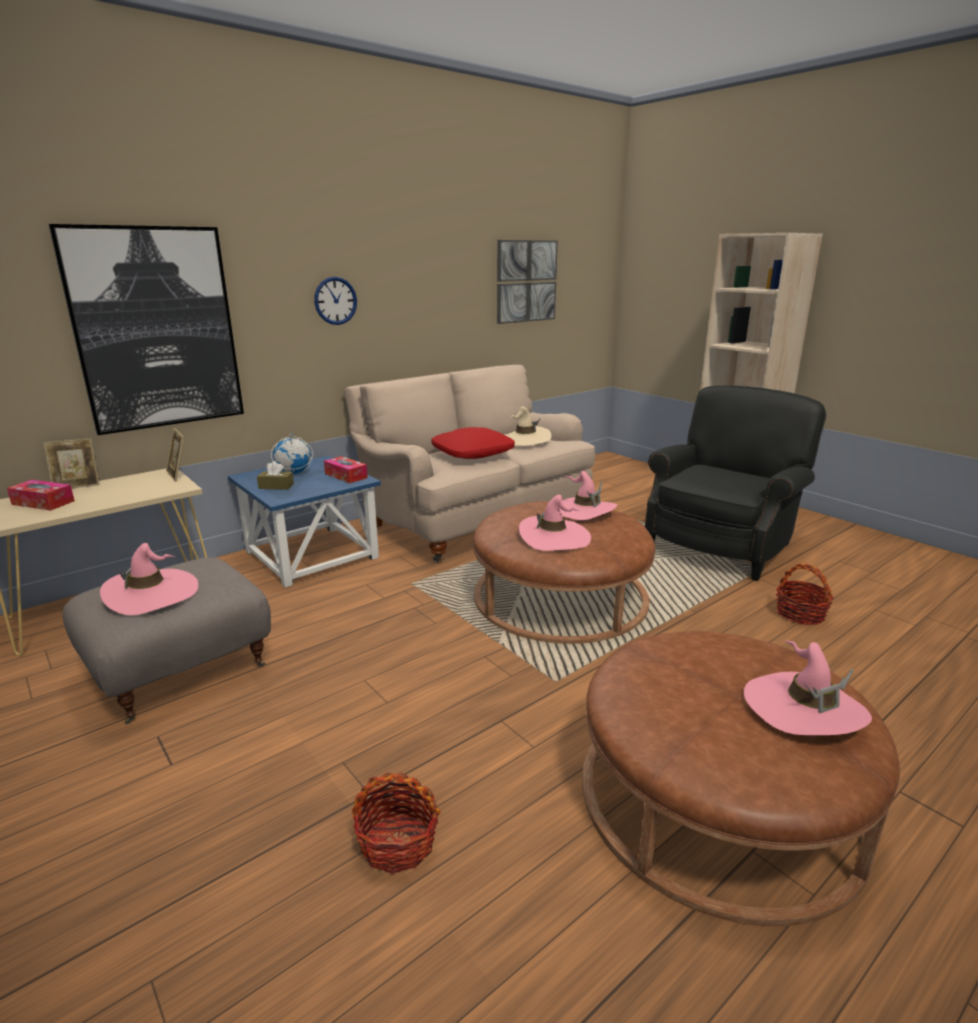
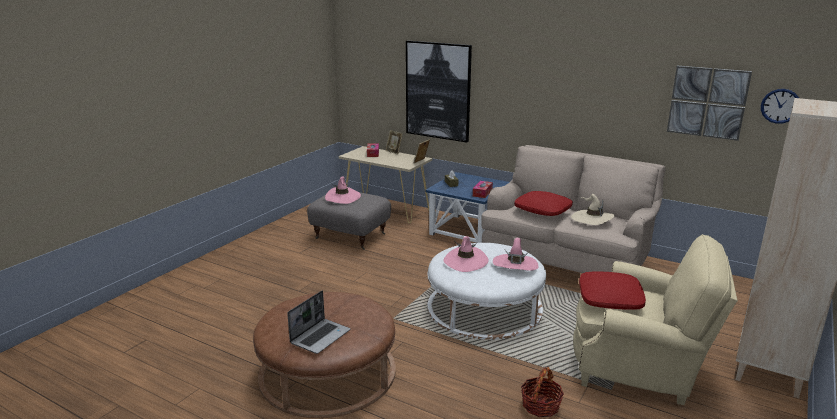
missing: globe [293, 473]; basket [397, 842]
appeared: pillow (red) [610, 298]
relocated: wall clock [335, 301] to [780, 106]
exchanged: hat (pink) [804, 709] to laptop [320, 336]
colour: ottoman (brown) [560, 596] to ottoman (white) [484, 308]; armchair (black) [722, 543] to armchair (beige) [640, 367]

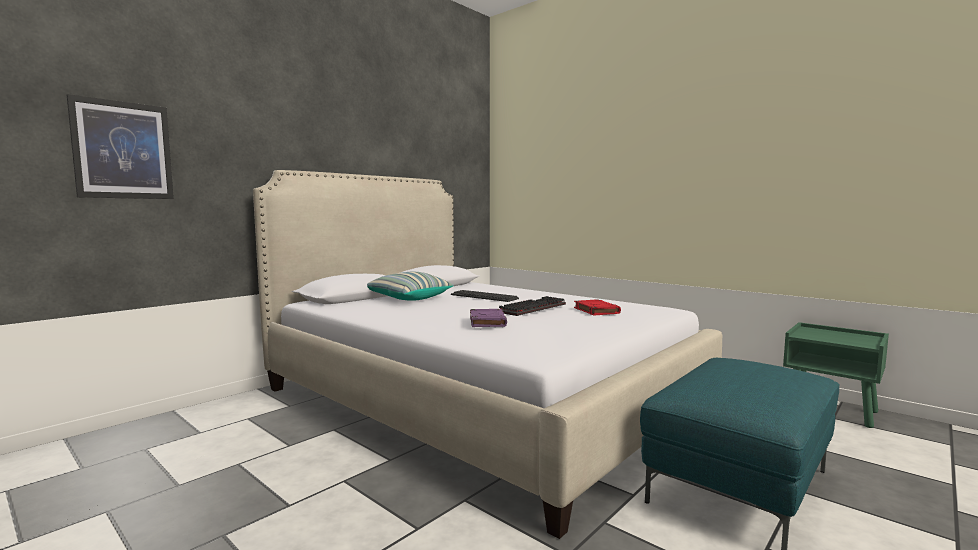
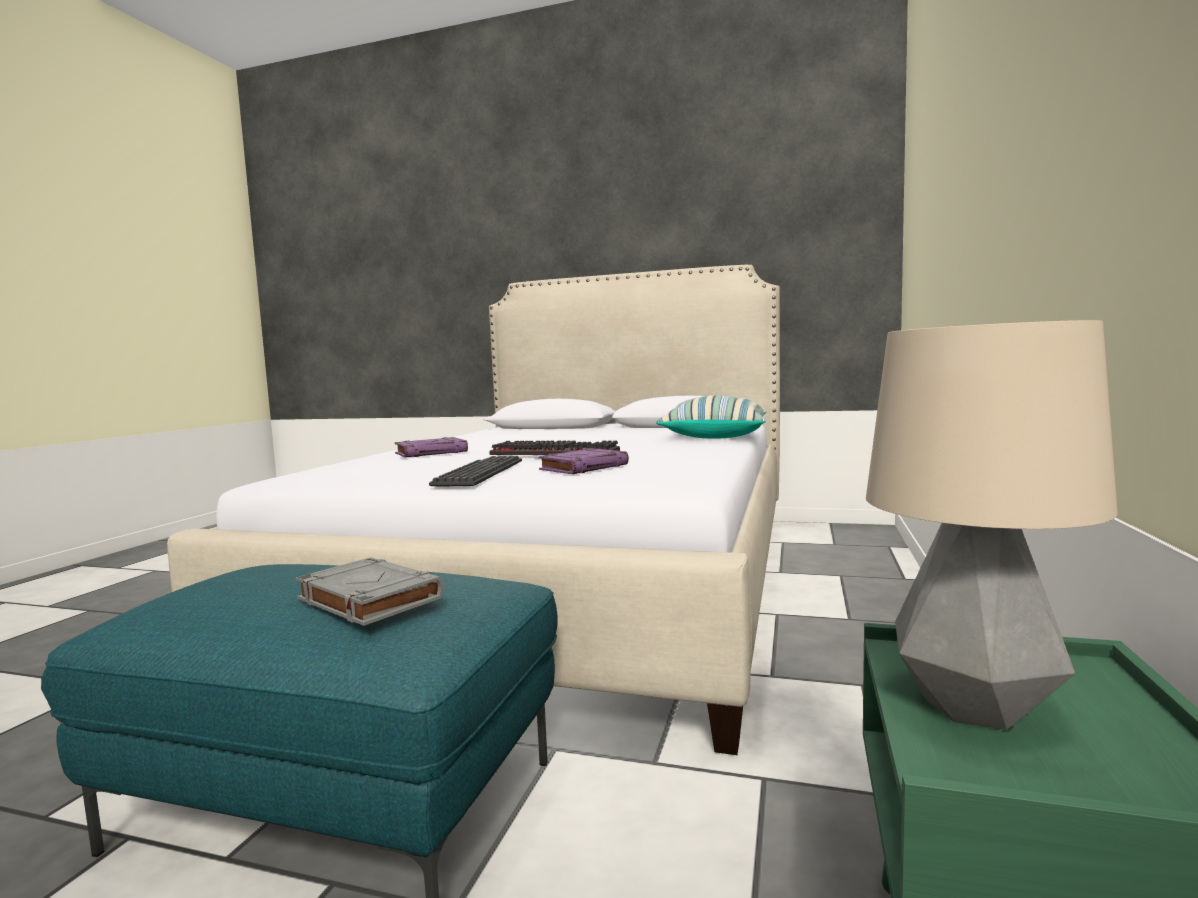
missing: picture [123, 150]
appeared: book (grey) [368, 599]; table lamp [975, 706]
relocated: pillow [408, 298] to [714, 436]; keyboard [484, 297] to [480, 473]
colour: book (red) [596, 311] to book (purple) [584, 467]

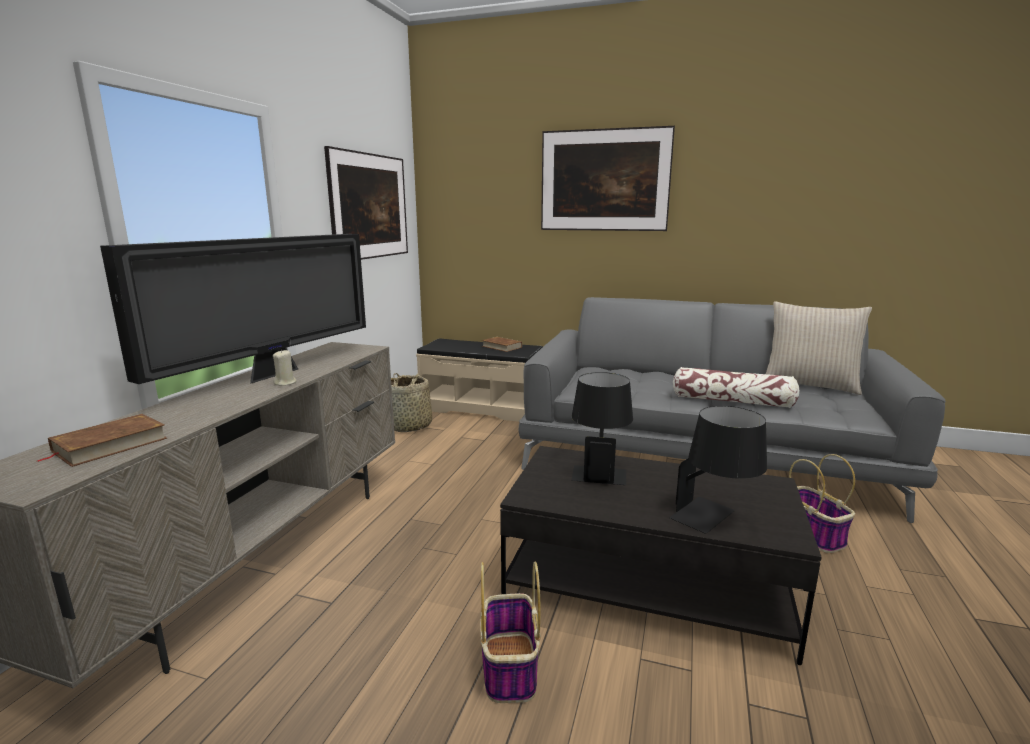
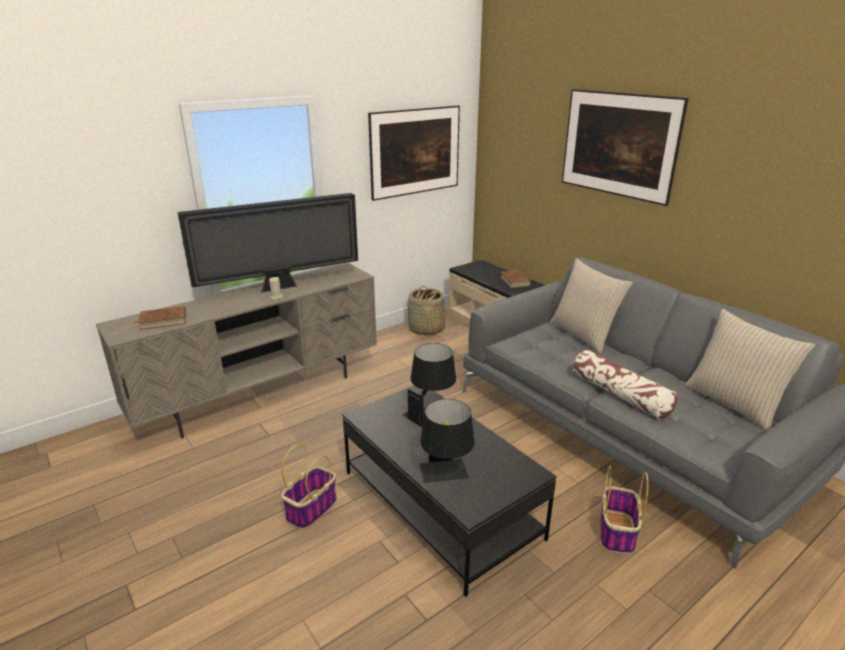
appeared: pillow (beige) [583, 335]

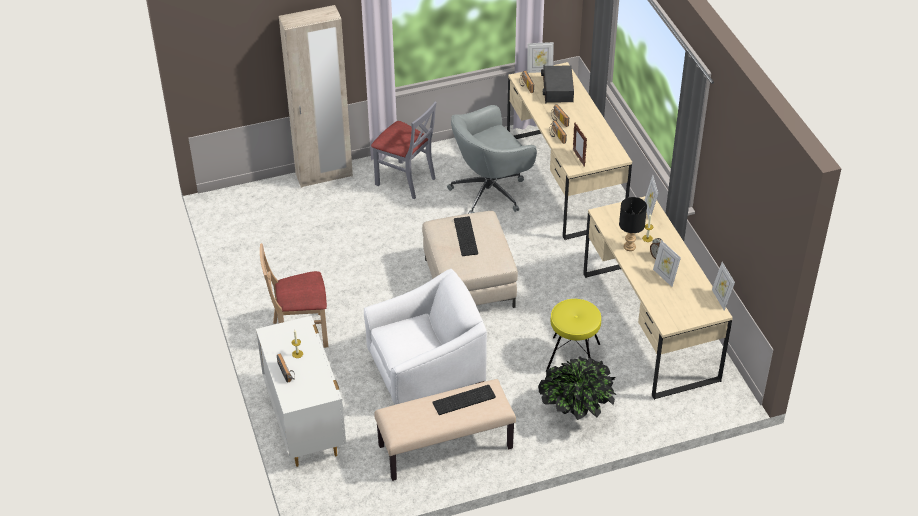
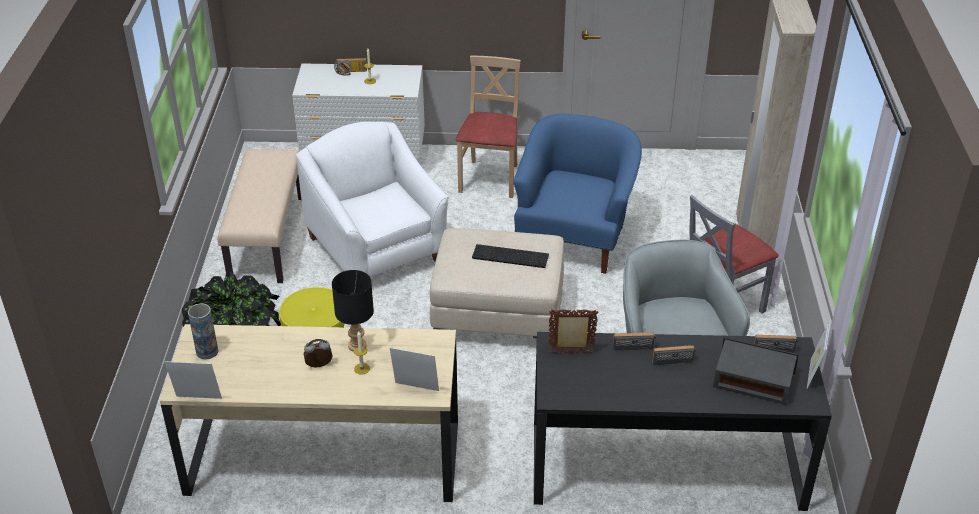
missing: keyboard [464, 401]; picture frame [665, 277]
appeared: vase [207, 351]; armchair (blue) [574, 239]
colour: desk (beige) [564, 180] to desk (black) [666, 466]
spun: armchair (white) [426, 372] = [377, 249] 150 degrees clockwise

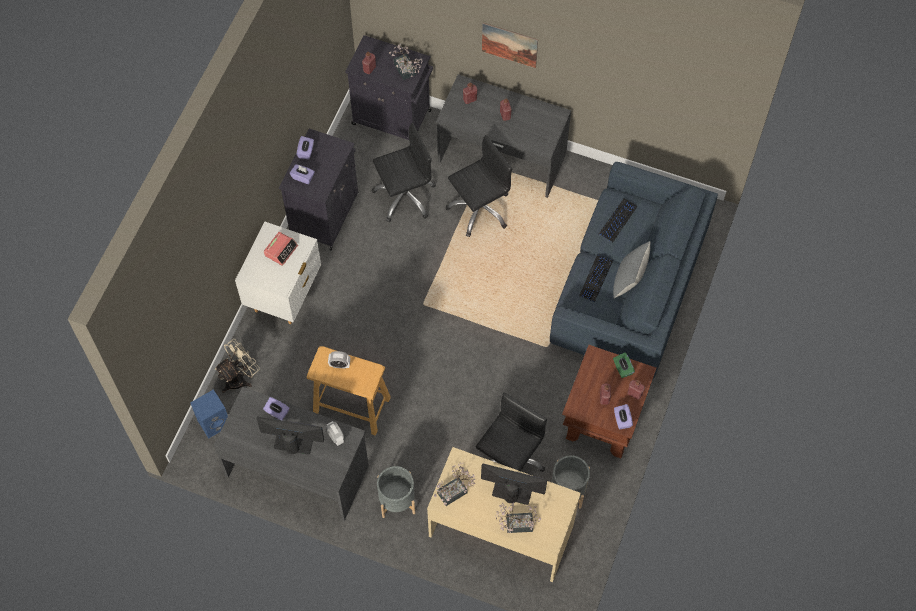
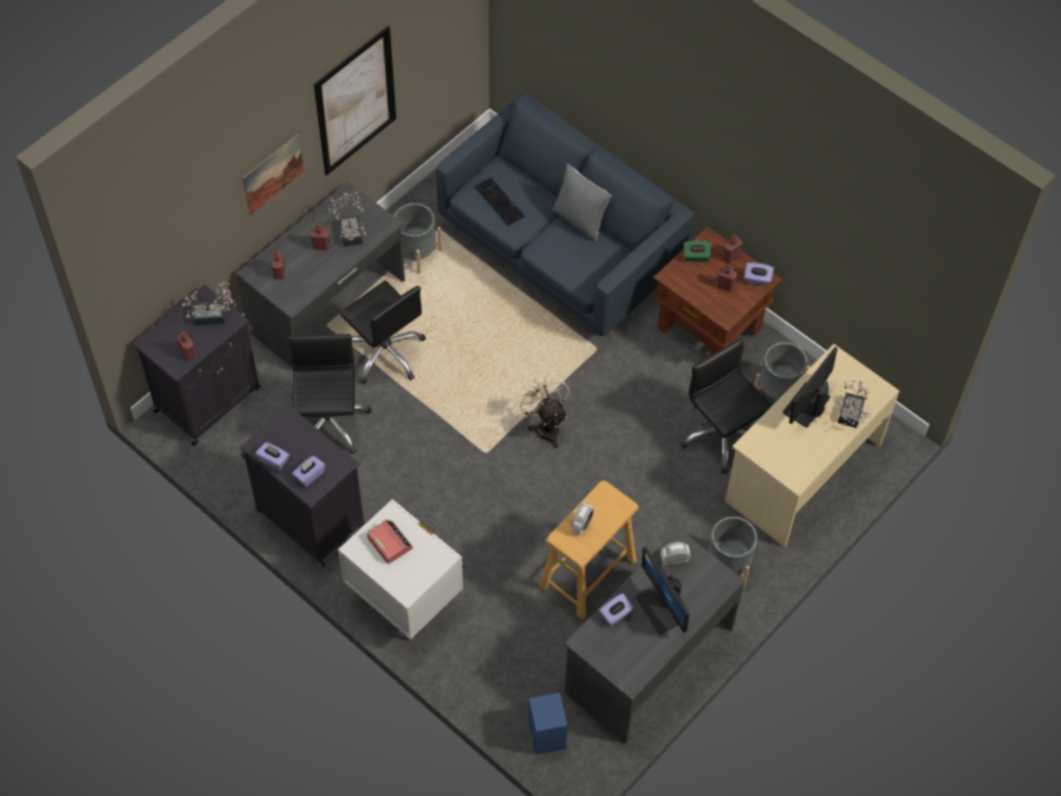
missing: keyboard [596, 279]
appeared: picture [356, 101]; planter (grey) [416, 253]
relocated: fan (beige) [239, 378] to [546, 426]; potted plant [455, 491] to [350, 230]
spun: monitor [293, 441] = [661, 608] 60 degrees counterclockwise; office chair (black) [479, 209] = [385, 352] 150 degrees clockwise

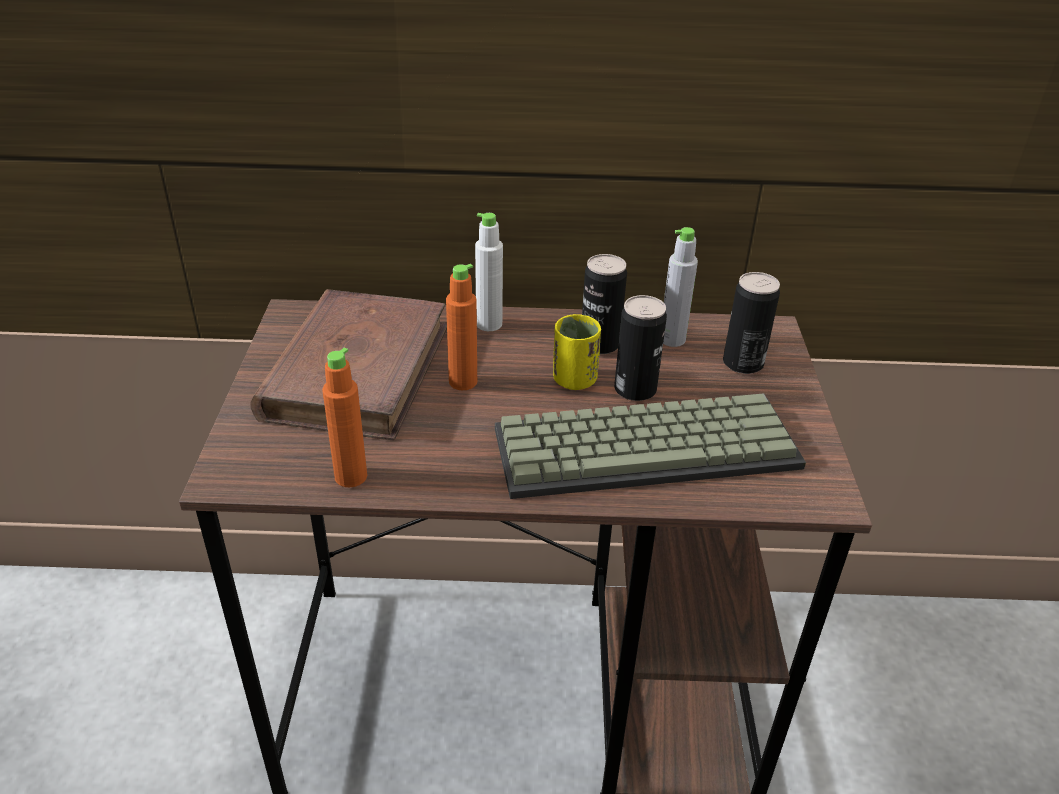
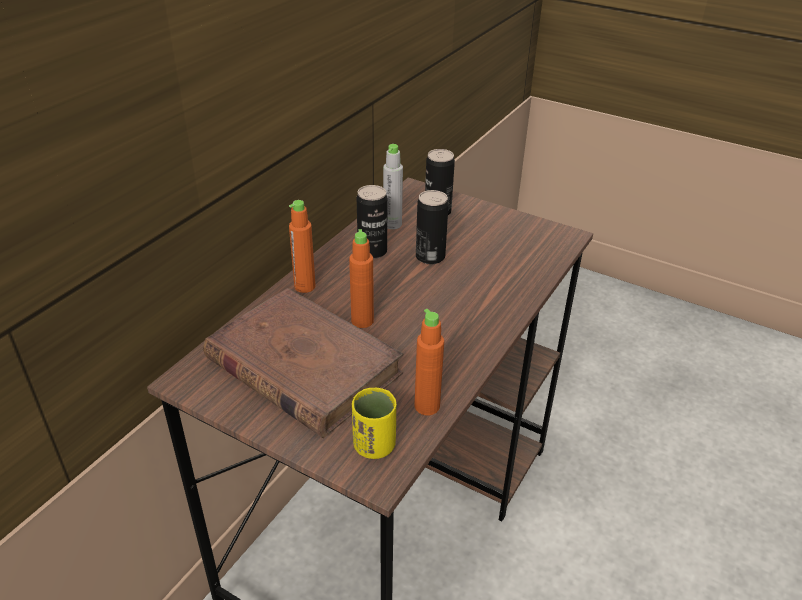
missing: keyboard [648, 445]
relocated: cup (yellow) [574, 380] to [374, 446]
colour: bottle (white) [489, 324] to bottle (orange) [305, 286]

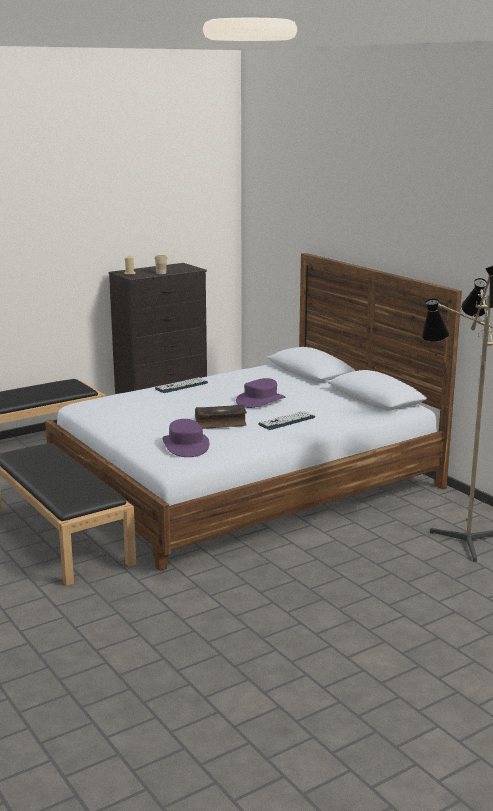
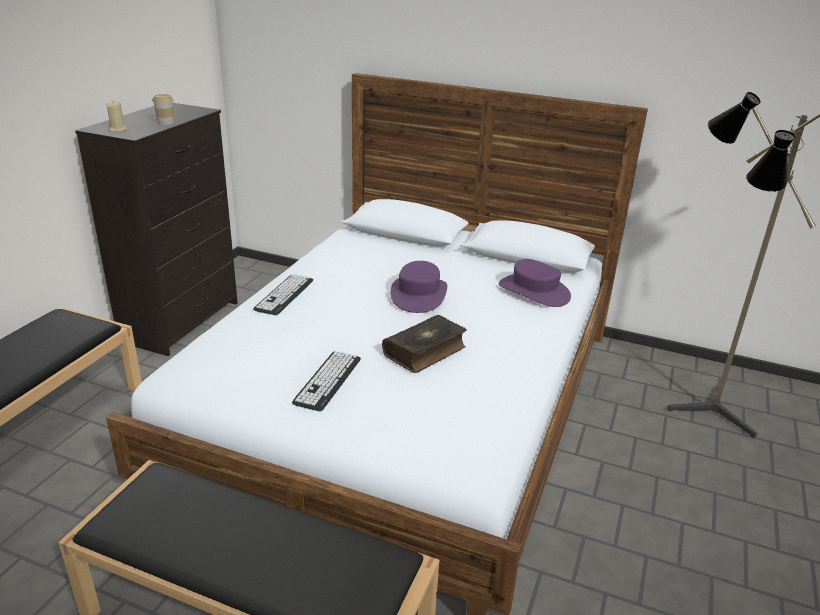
relocated: hat (purple) [186, 445] to [534, 291]; keyboard [287, 421] to [328, 381]

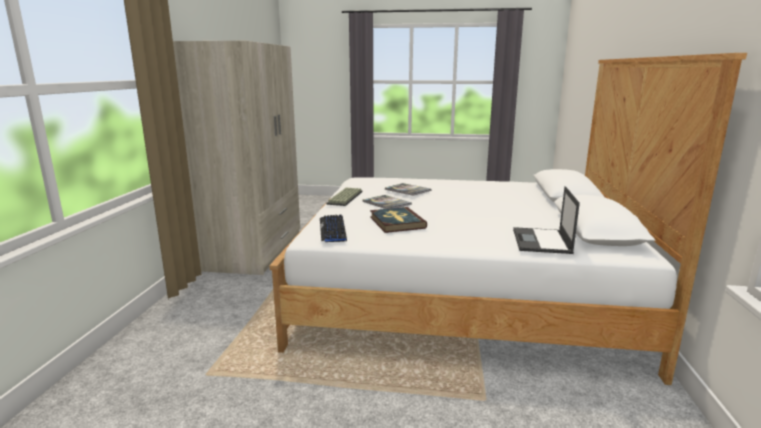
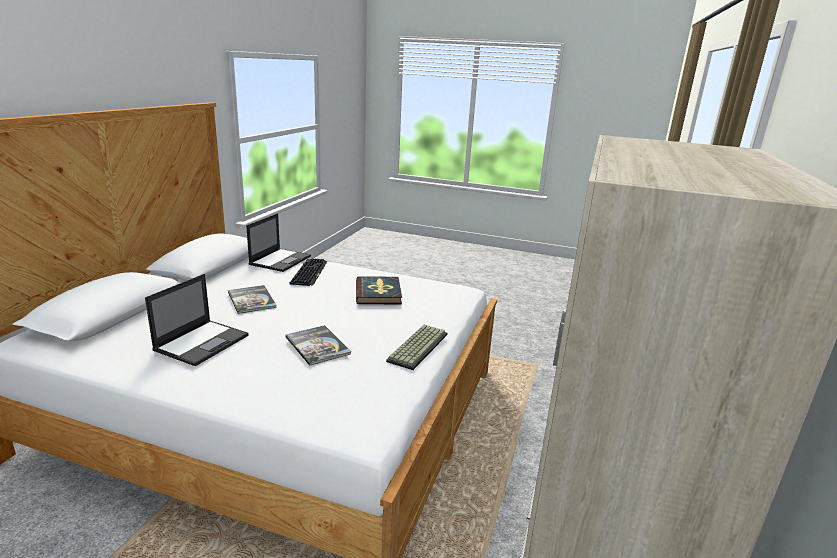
appeared: laptop [202, 342]
relocated: keyboard [333, 229] to [309, 273]; book [386, 203] to [251, 300]

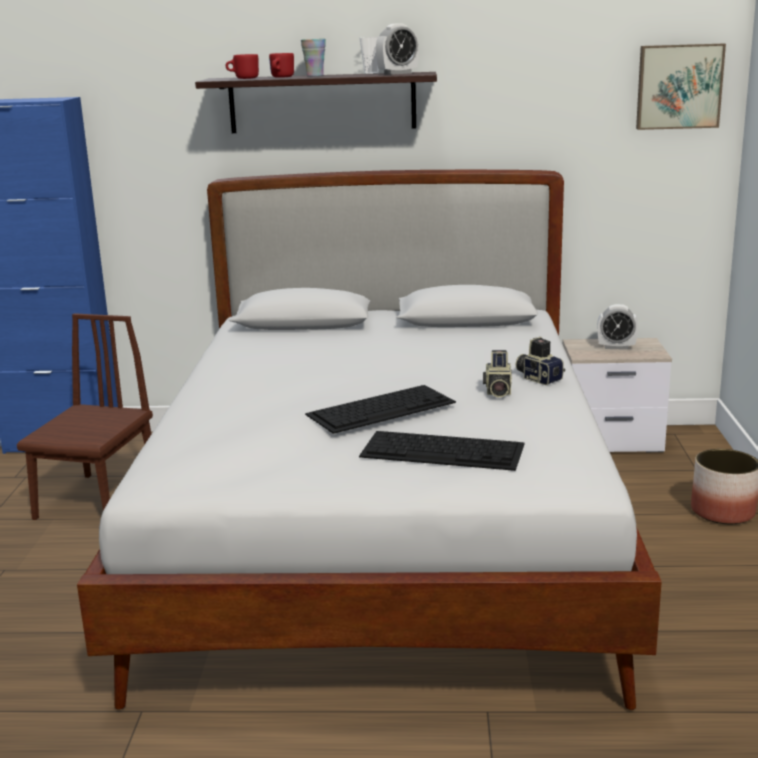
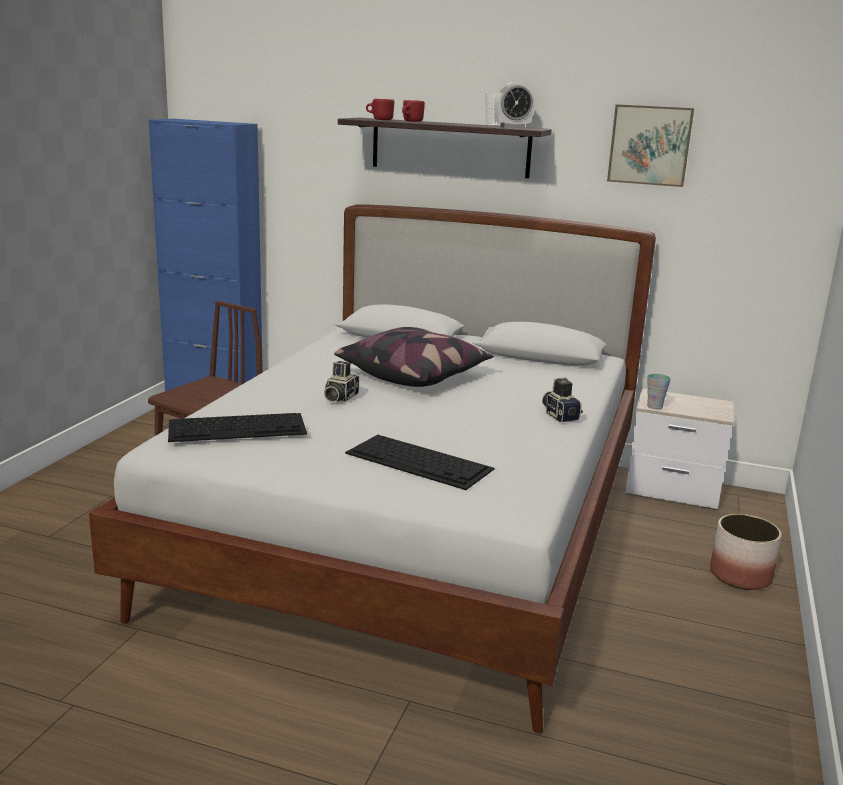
missing: alarm clock [616, 347]
appeared: pillow [414, 376]
relocated: cup [315, 76] to [654, 406]; keyboard [382, 408] to [238, 427]; photo camera [497, 391] to [339, 397]; picture [678, 86] to [650, 145]

